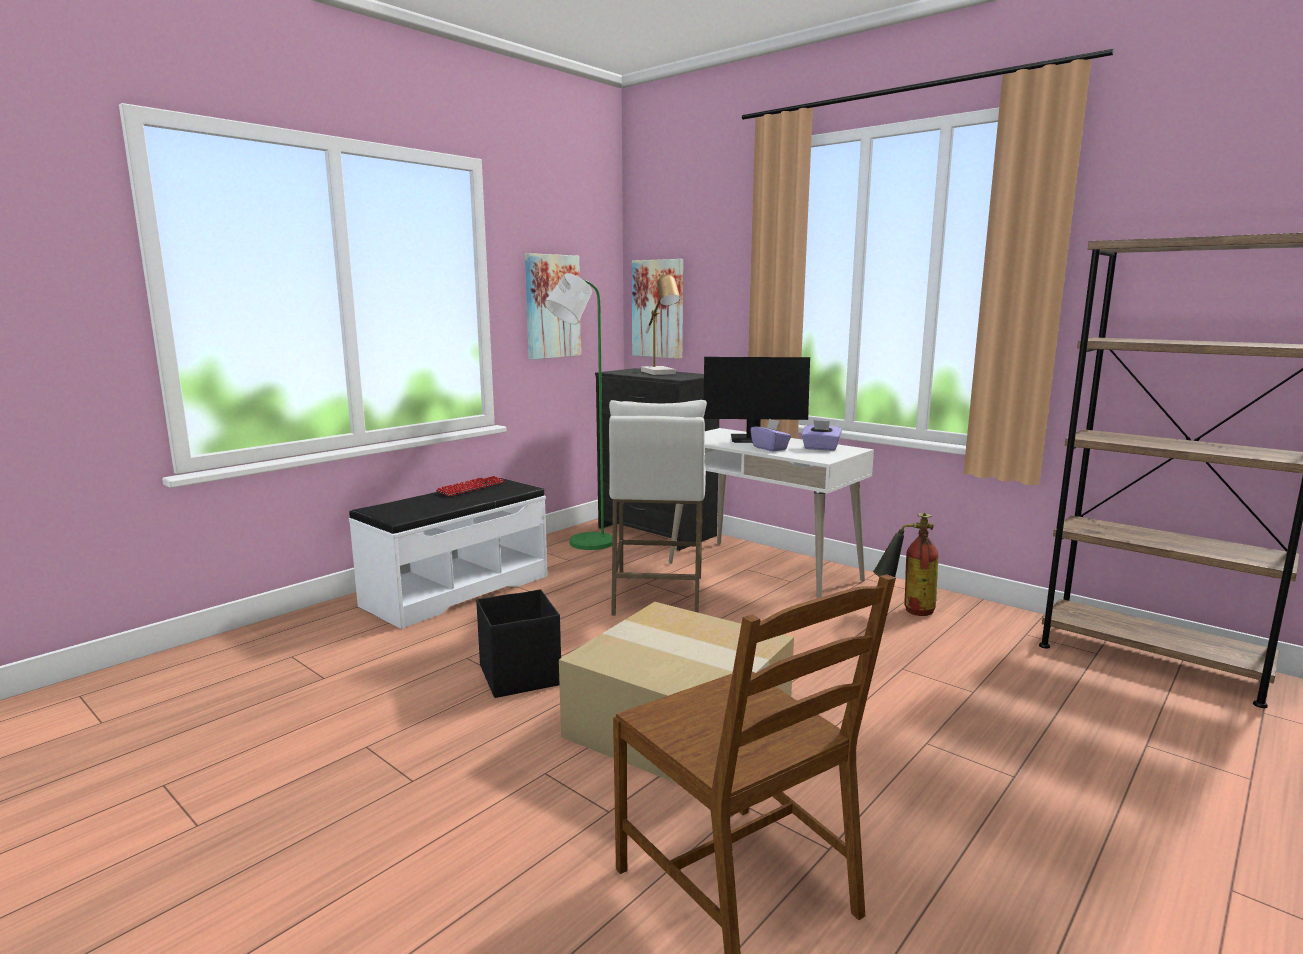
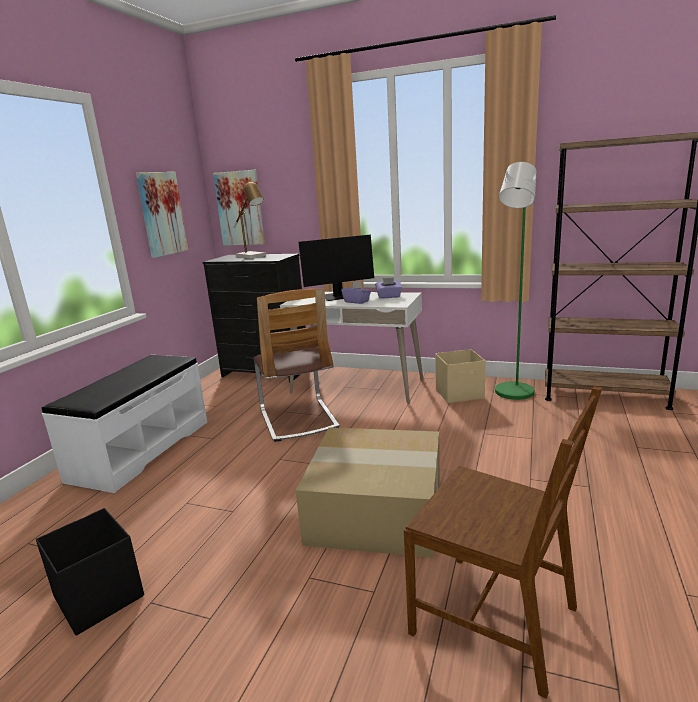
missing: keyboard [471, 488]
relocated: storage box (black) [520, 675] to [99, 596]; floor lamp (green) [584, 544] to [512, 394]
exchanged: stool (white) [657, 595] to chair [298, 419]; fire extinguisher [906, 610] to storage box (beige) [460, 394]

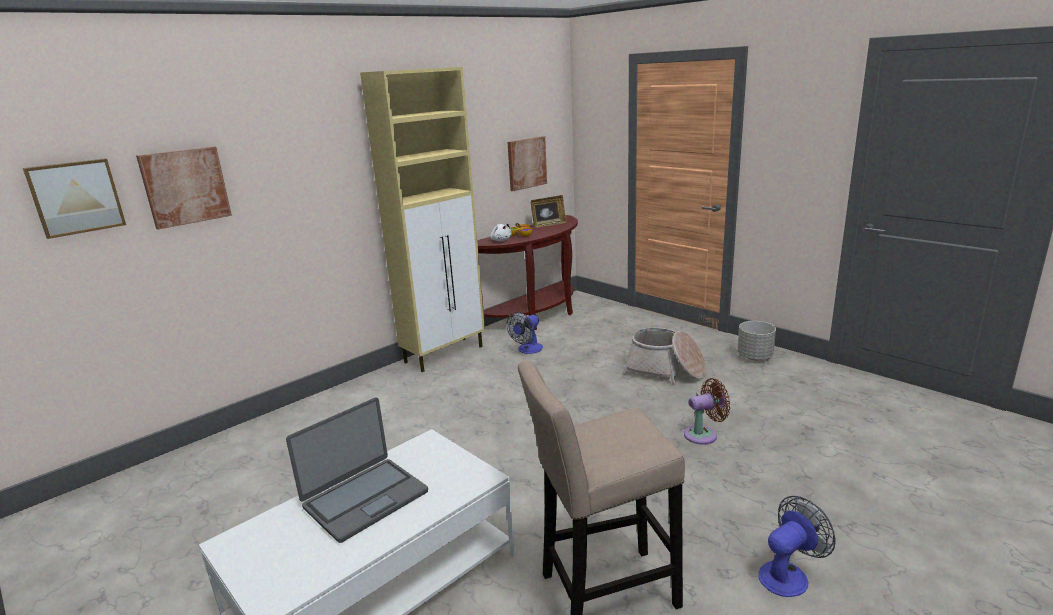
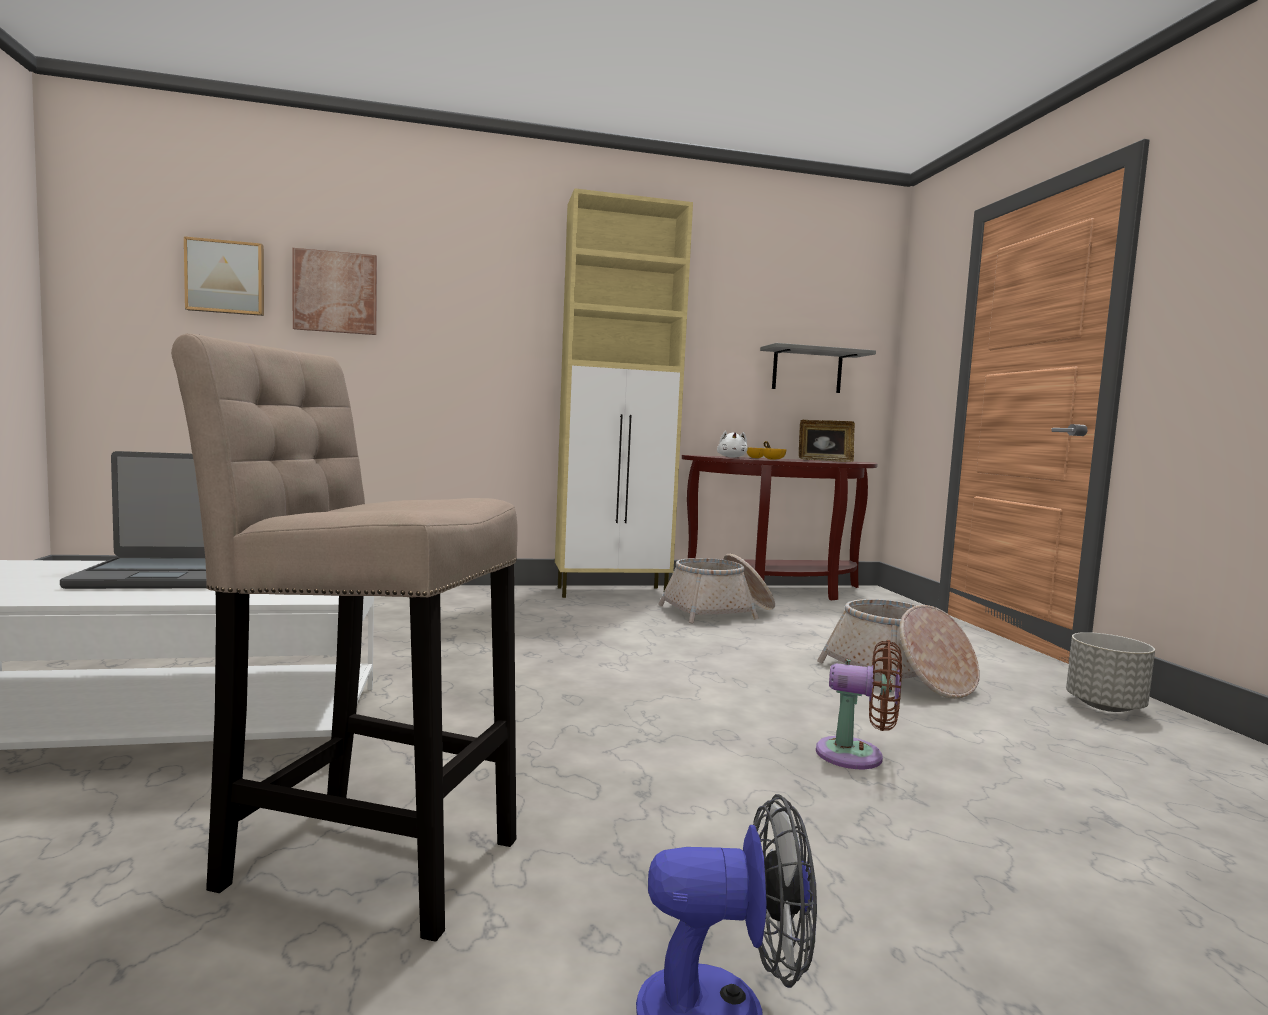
exchanged: fan [527, 350] to basket [719, 612]; picture [526, 163] to shelf (grey) [807, 370]

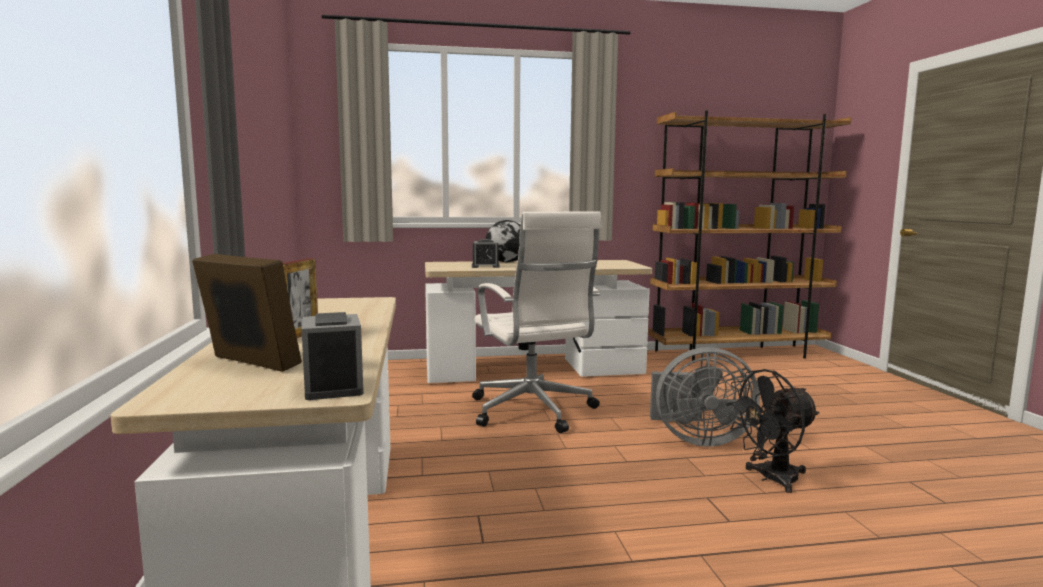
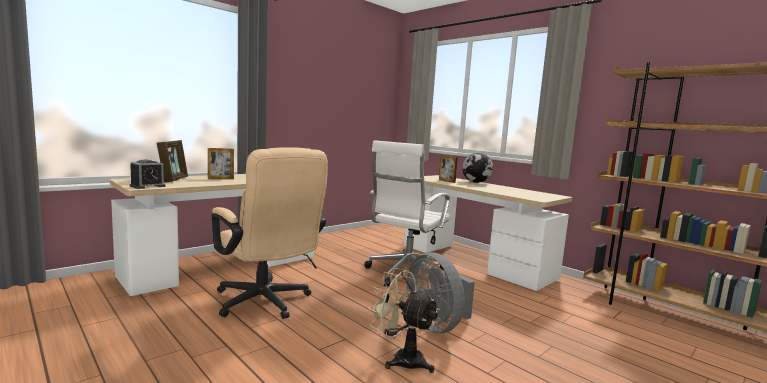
appeared: office chair (beige) [266, 303]
exchanged: alarm clock [485, 266] to picture frame [447, 181]
colour: fan (black) [770, 479] to fan (beige) [401, 359]

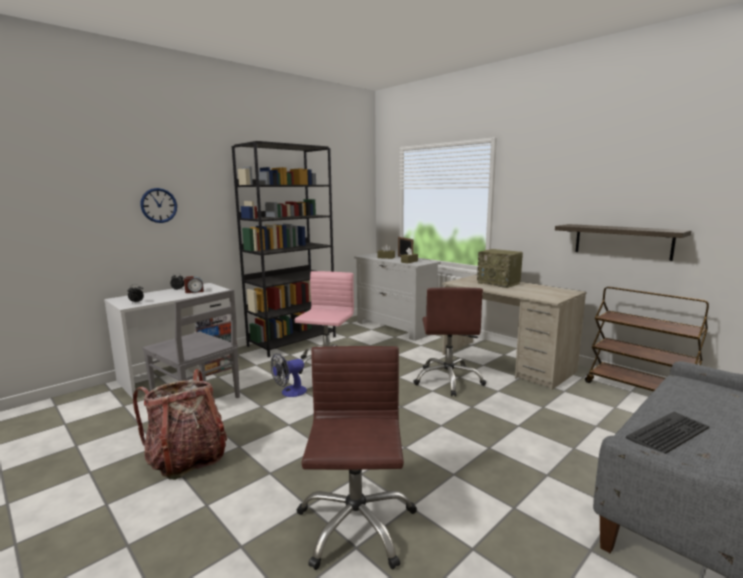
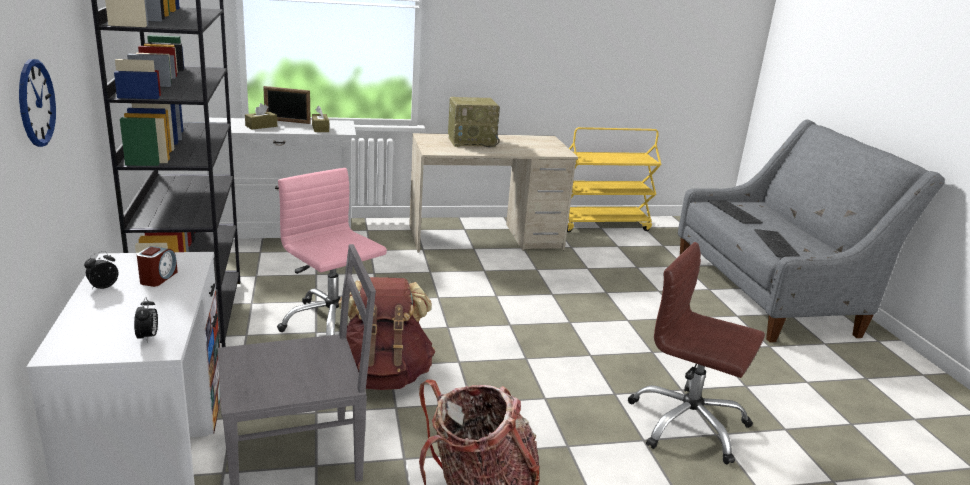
missing: office chair (brown) [448, 380]; shelf [622, 241]
appeared: keyboard [734, 212]
exchanged: fan [289, 392] to backpack (brown) [383, 375]
colour: cart (brown) [639, 390] to cart (yellow) [603, 224]

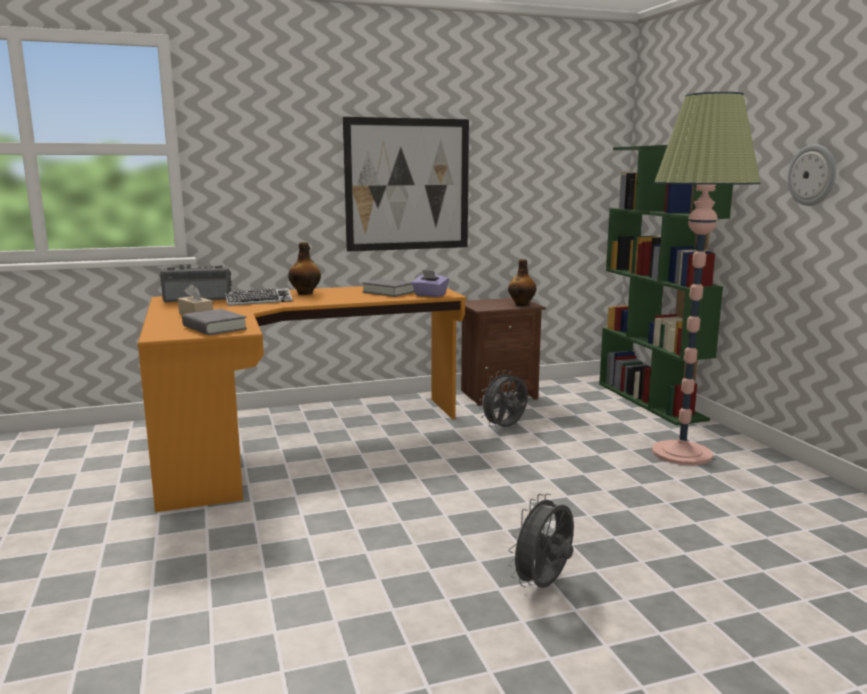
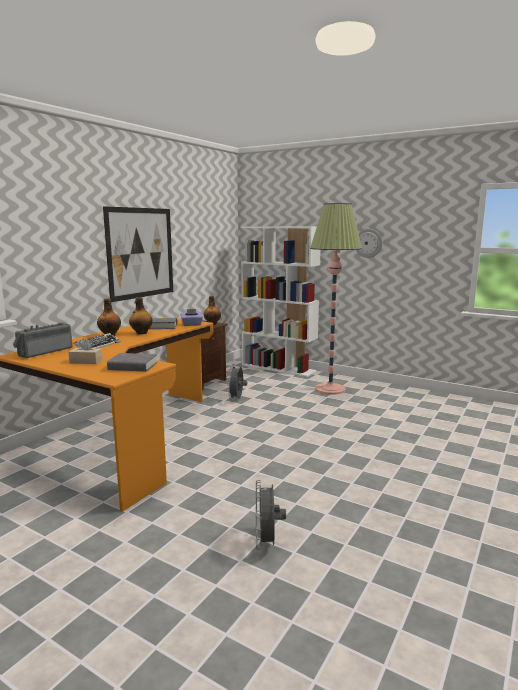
appeared: bottle [141, 333]
relocated: fan (grey) [543, 585] to [266, 543]
colour: bookcase (green) [651, 401] to bookcase (white) [279, 368]

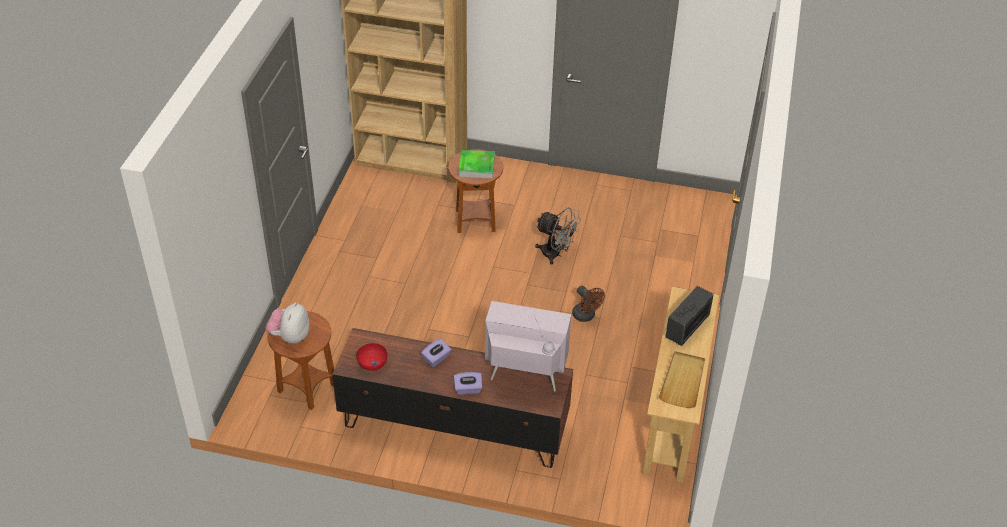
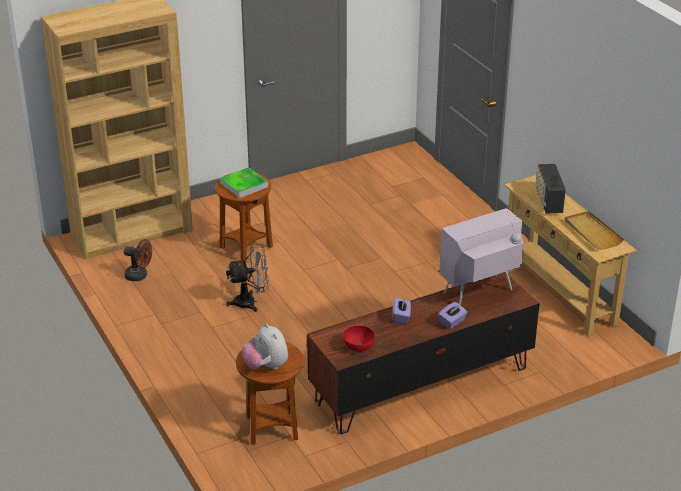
relocated: fan (grey) [556, 254] to [251, 302]; fan (brown) [586, 316] to [139, 276]

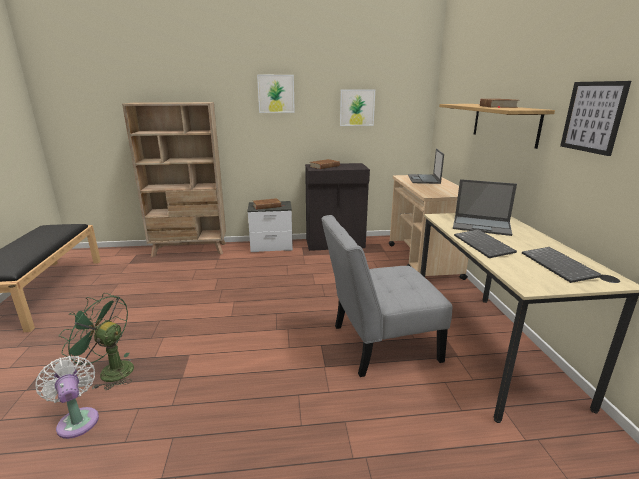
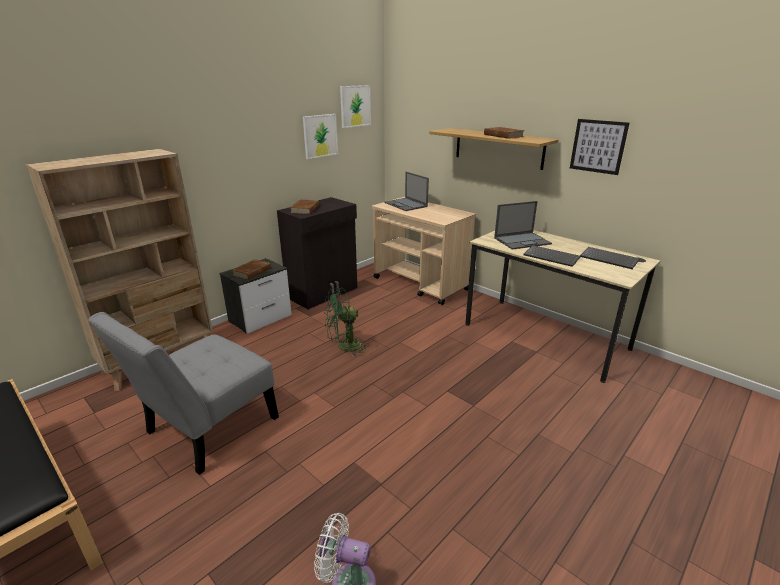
relocated: fan (green) [110, 371] to [344, 347]; picture [276, 94] to [355, 106]; chair (grey) [378, 344] to [206, 429]

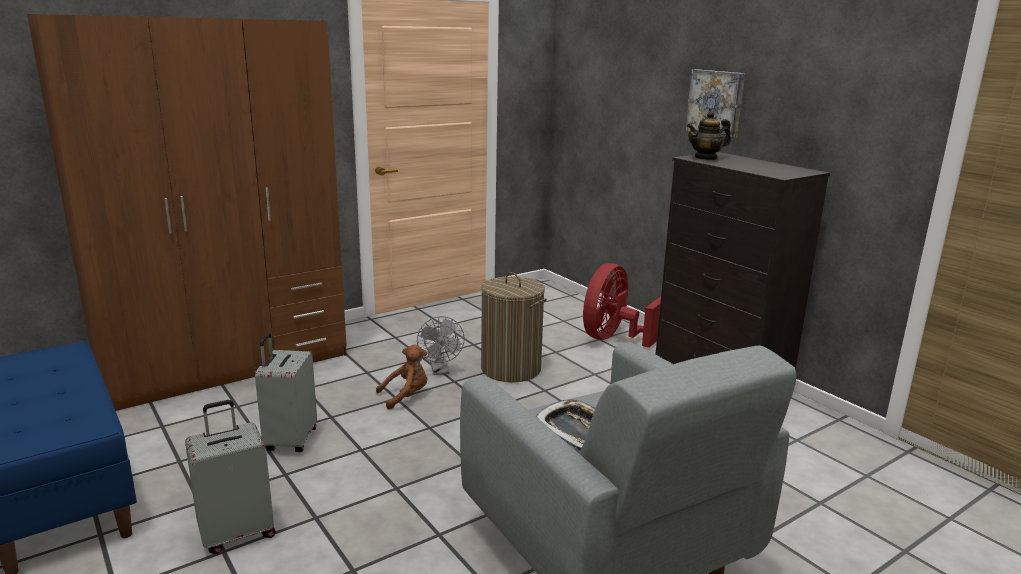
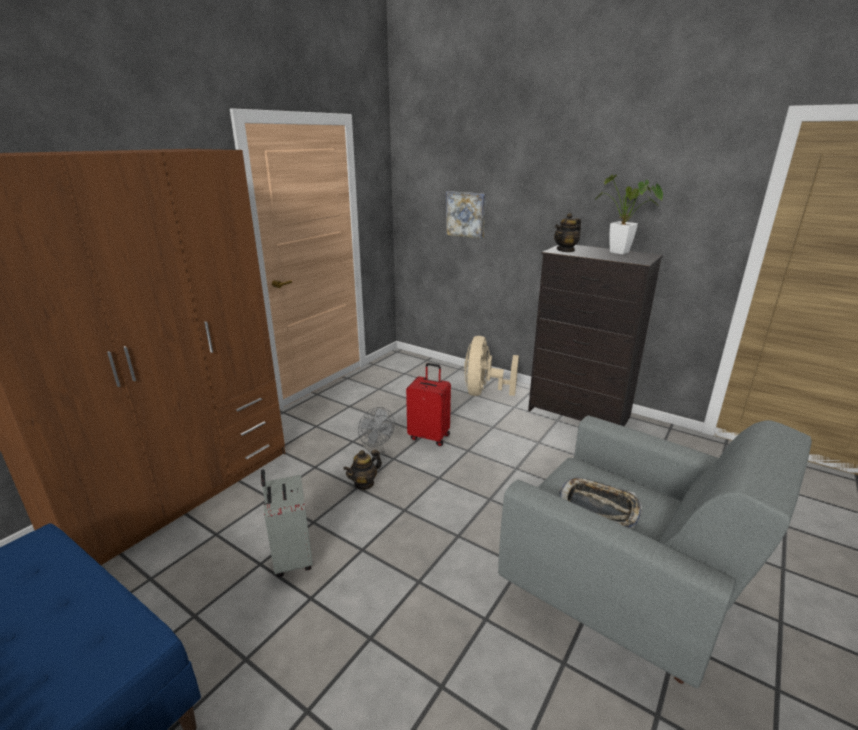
missing: suitcase (grey) [237, 533]
appeared: potted plant [623, 253]
relocated: picture [716, 102] to [466, 214]
exchanged: plush toy (brown) [406, 396] to teapot [364, 483]; laundry basket [511, 369] to suitcase (red) [429, 436]
colour: fan (red) [614, 338] to fan (beige) [484, 392]

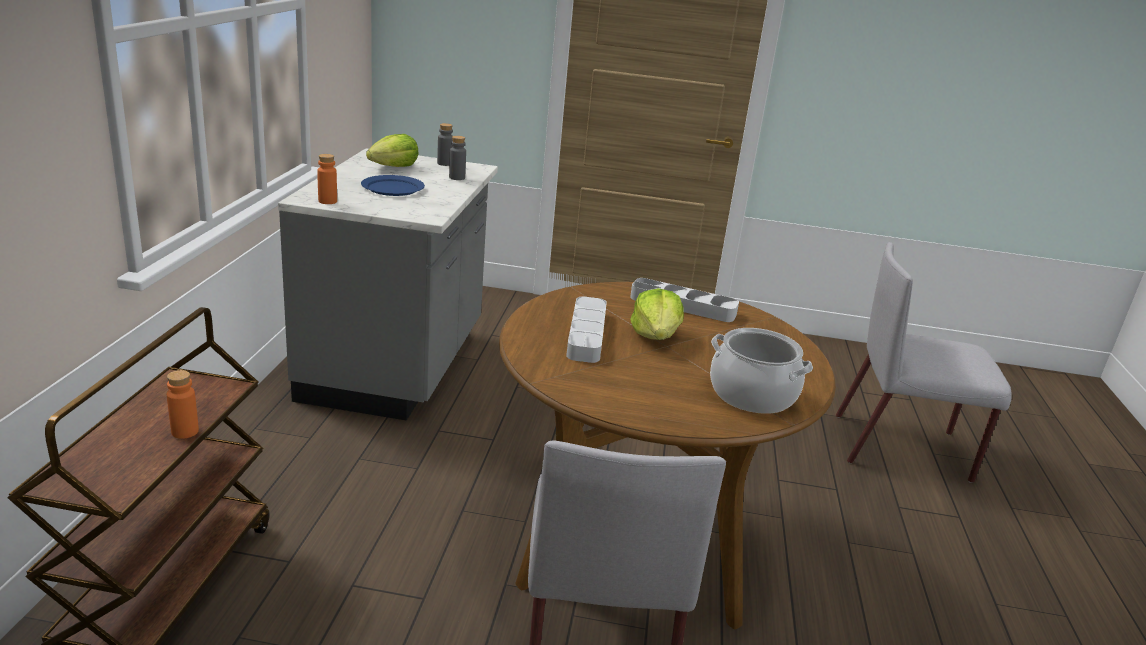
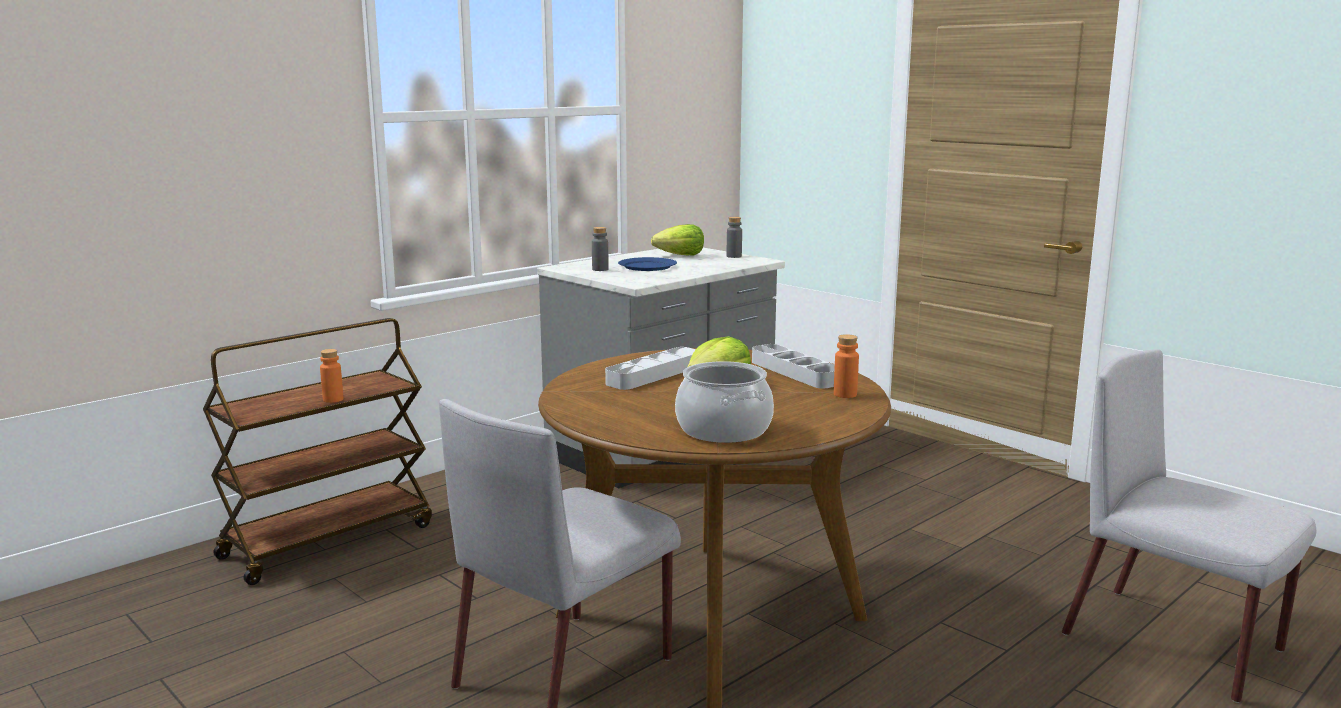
relocated: bottle (orange) [327, 201] to [845, 394]; bottle (grey) [457, 178] to [600, 269]

